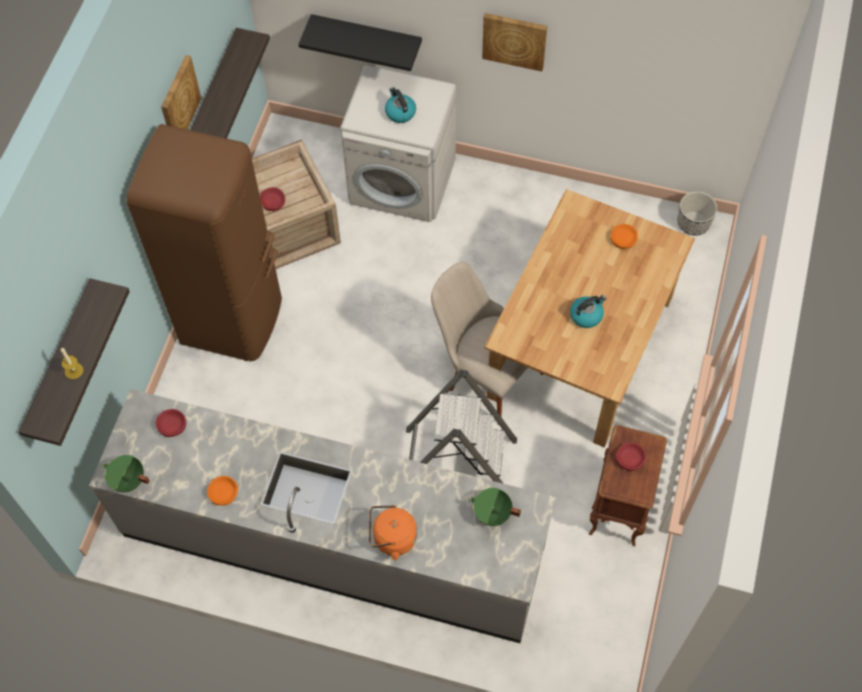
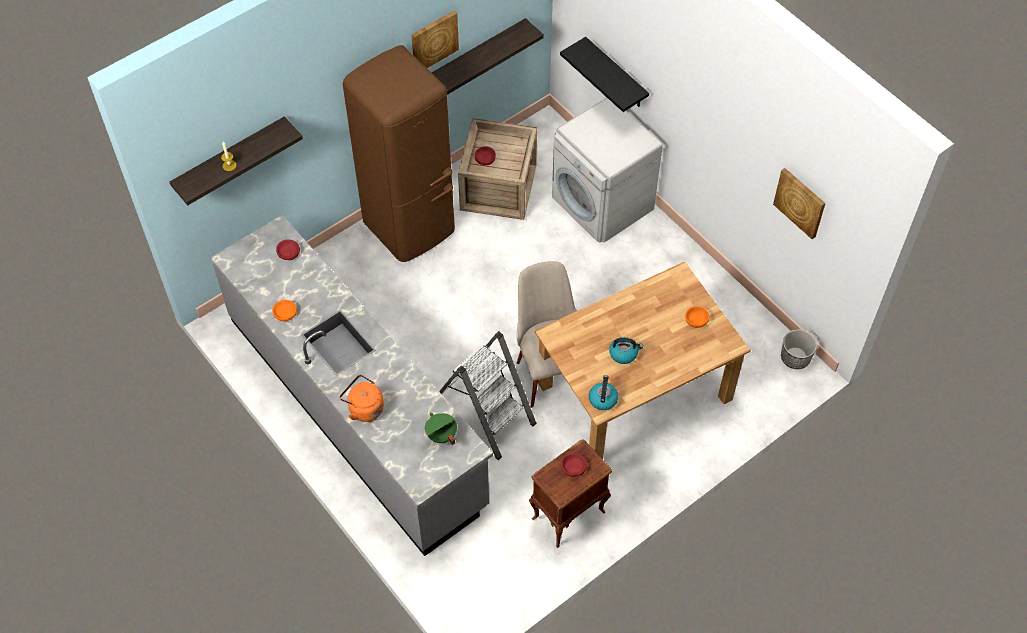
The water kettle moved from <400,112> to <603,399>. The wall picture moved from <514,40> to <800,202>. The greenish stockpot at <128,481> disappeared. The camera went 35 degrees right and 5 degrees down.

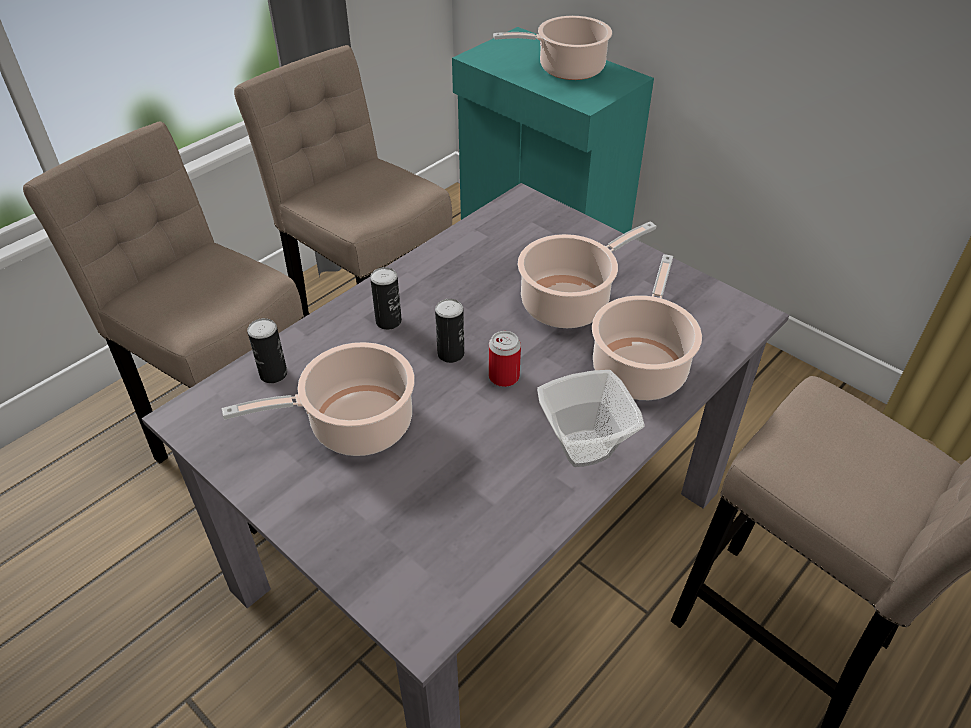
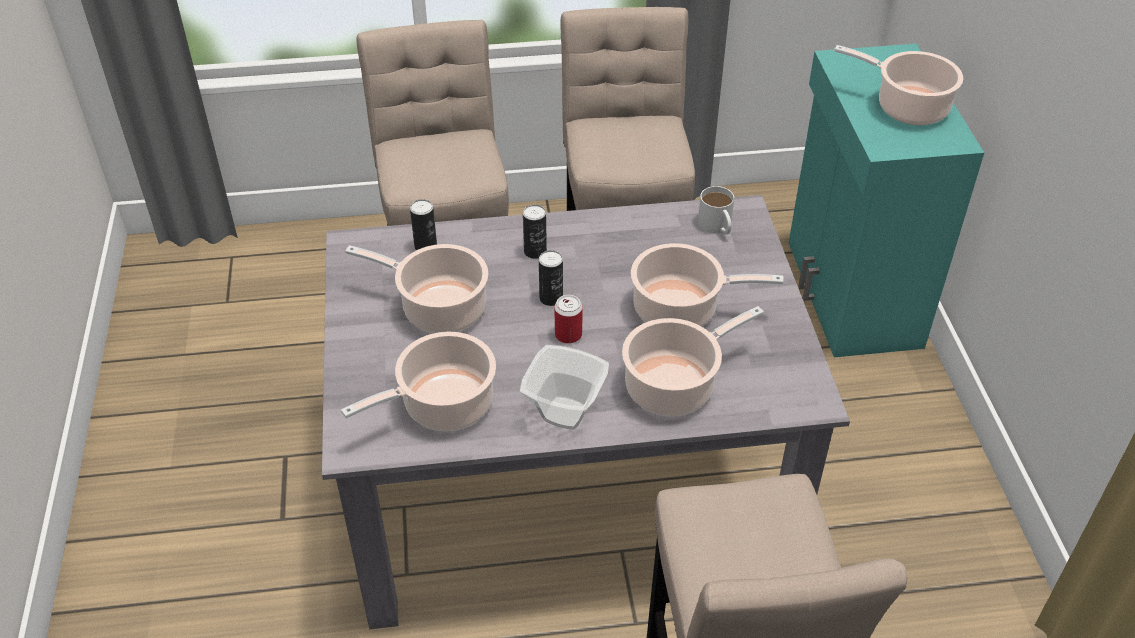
The stockpot at <442,406> appeared. The white coffee mug at <717,227> appeared. The camera went 40 degrees right and 0 degrees up.

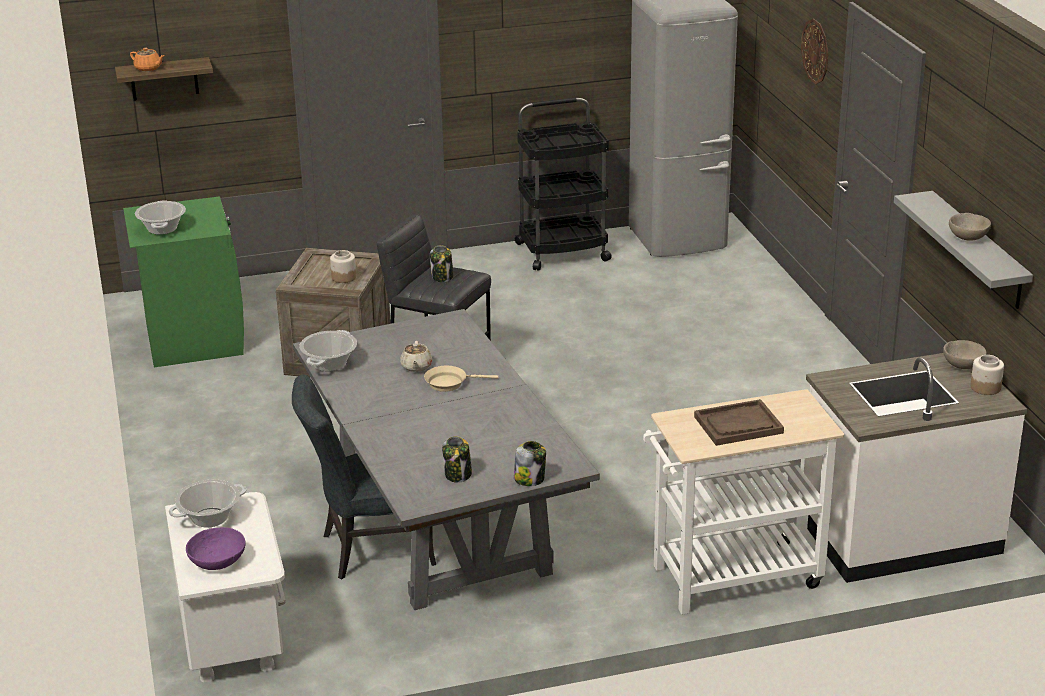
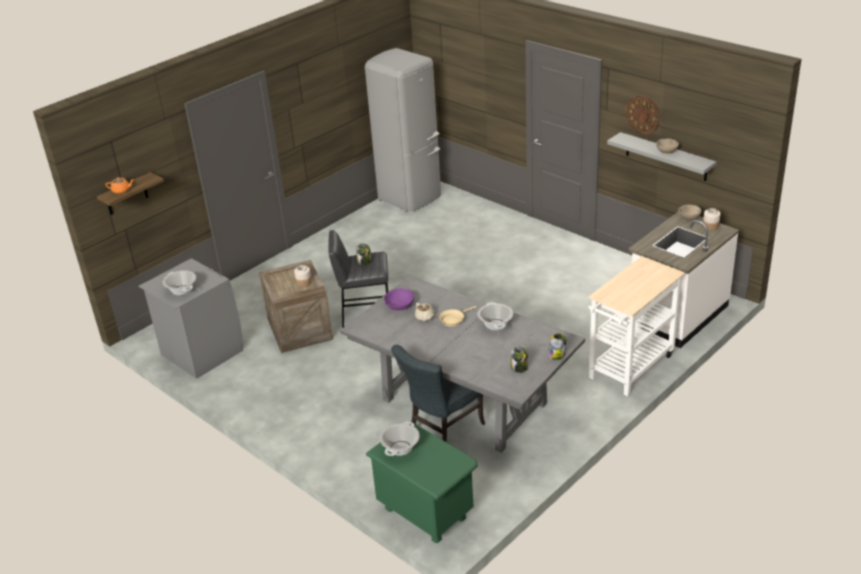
The greenish laundry appliance at <192,338> became the grey laundry appliance at <200,352>. The white bedside table at <236,638> became the greenish bedside table at <427,511>. The purplish deep dish moved from <218,561> to <400,306>. The stockpot moved from <329,364> to <495,325>. The hanging clock moved from <815,51> to <643,114>. The blackish wheeled cart at <562,252> disappeared. The brown tray at <738,425> disappeared. The camera went 30 degrees left and 5 degrees up.

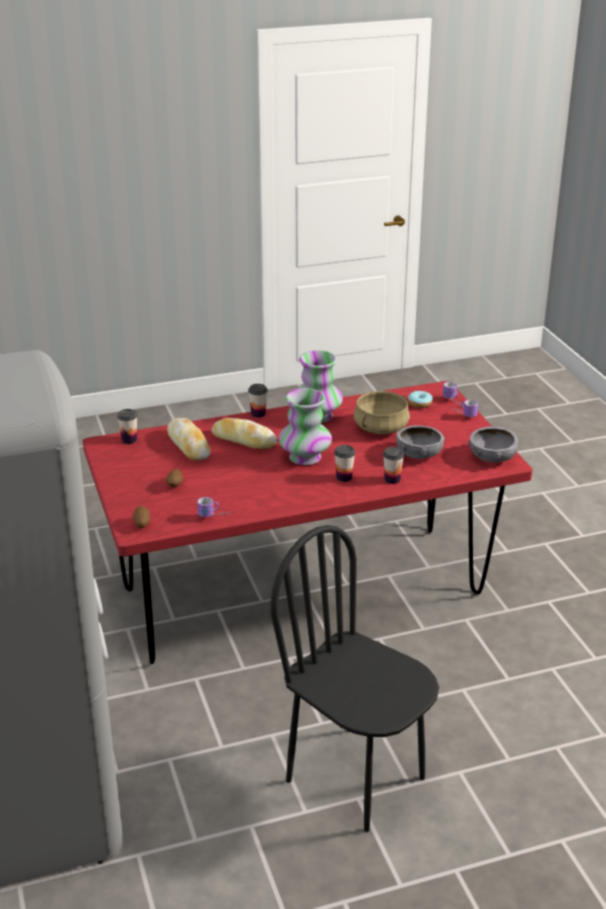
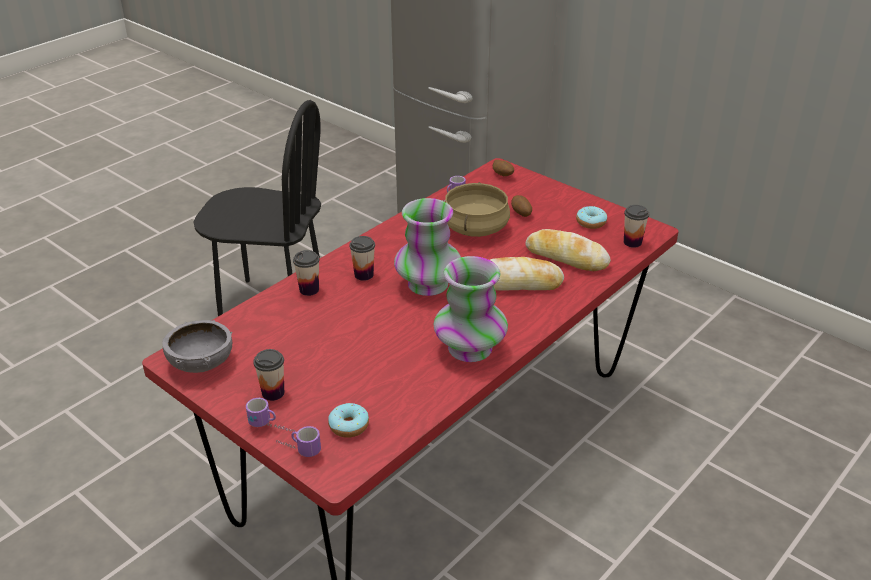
The drinking cup moved from <258,414> to <273,393>. The sand-coloured stockpot moved from <381,428> to <475,228>. The donut at <591,222> appeared. The grey deep dish at <418,454> disappeared. The camera went 150 degrees right and 5 degrees up.

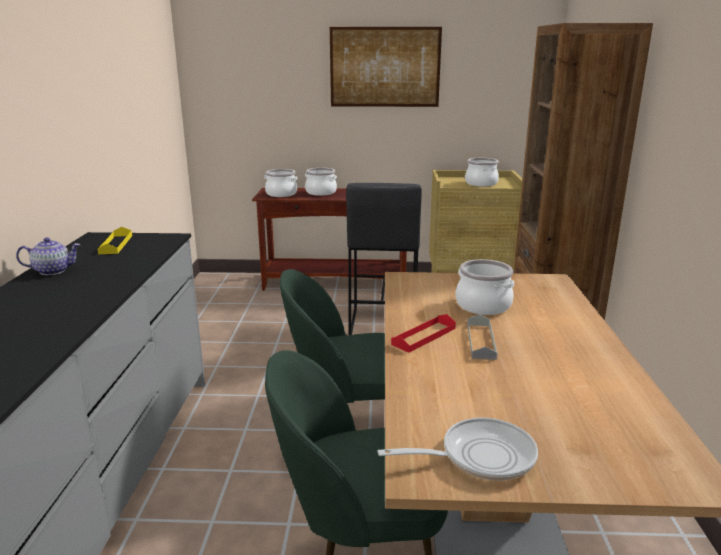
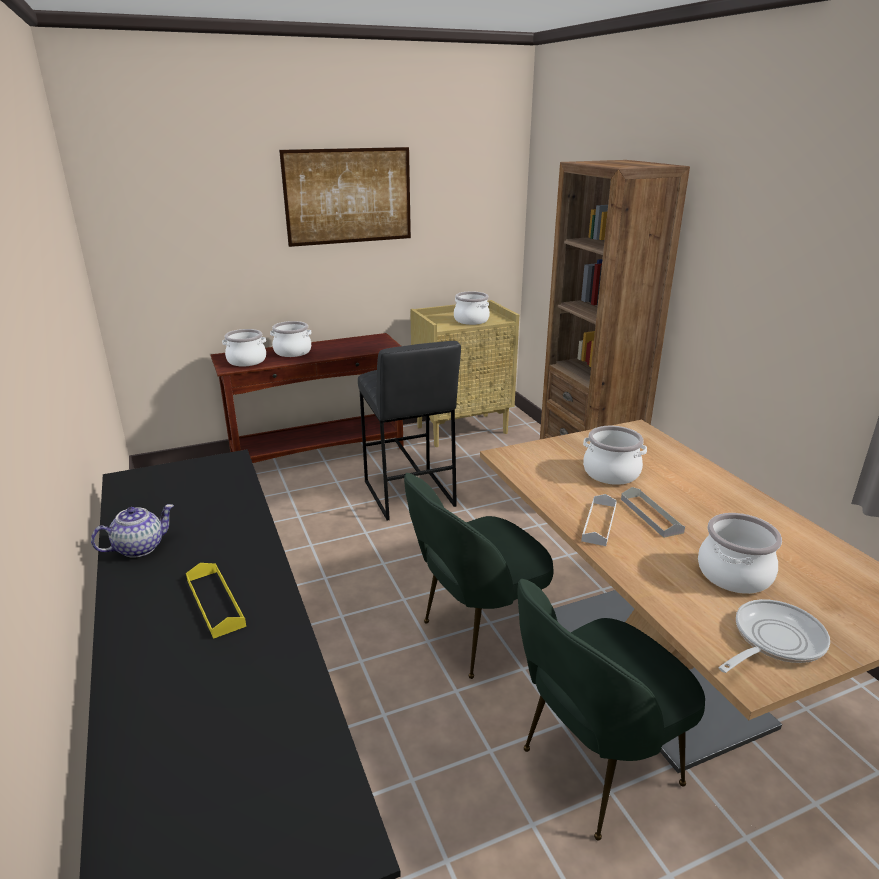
The yellow tray moved from <116,244> to <215,602>. The red tray at <424,336> became the white tray at <599,523>. The stockpot at <735,574> appeared. The camera went 25 degrees left and 5 degrees up.

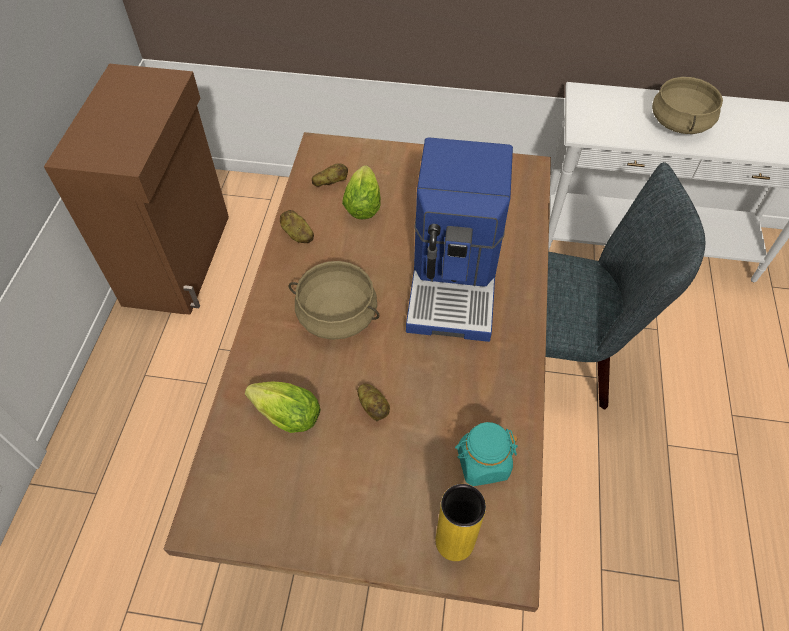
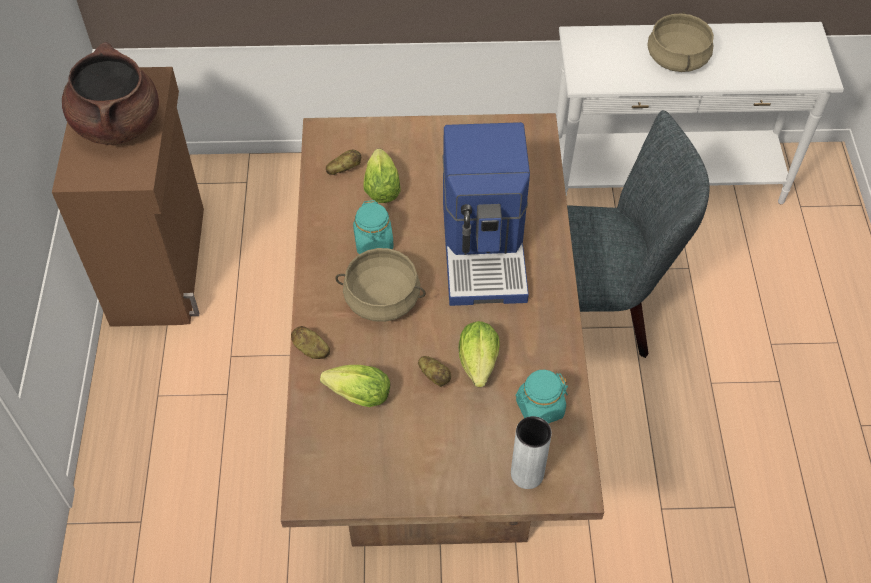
The brown stockpot at <118,124> appeared. The spud moved from <297,235> to <311,350>. The blue-green jar at <373,242> appeared. The head of lettuce at <478,366> appeared. The yellow flower vase at <454,541> became the grey flower vase at <527,474>. The camera went 10 degrees left and 0 degrees up.

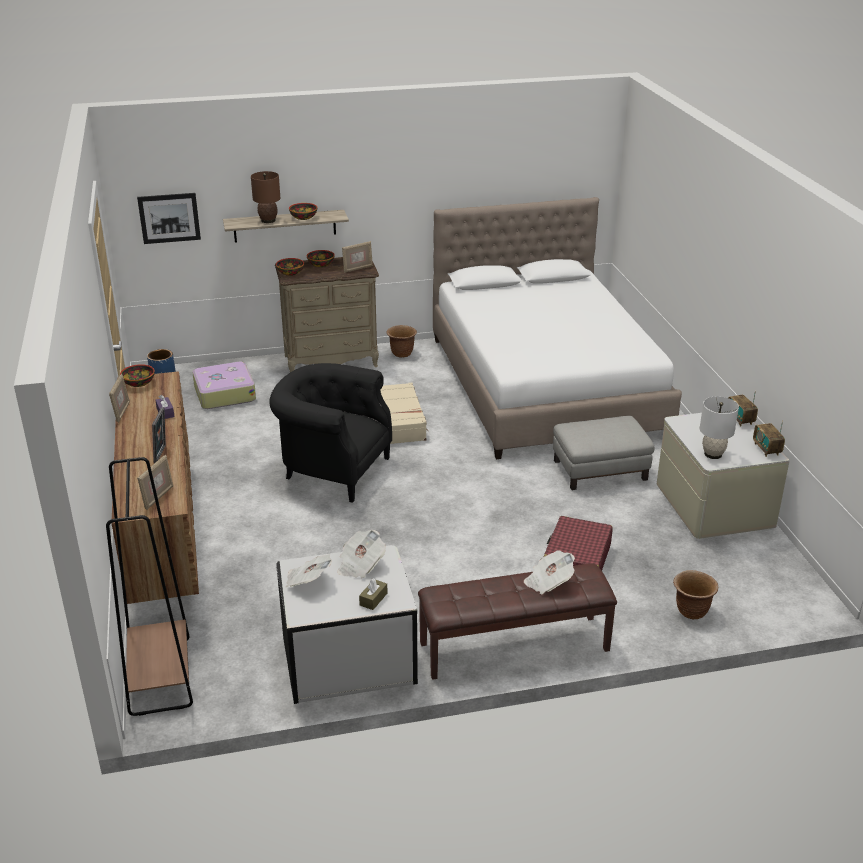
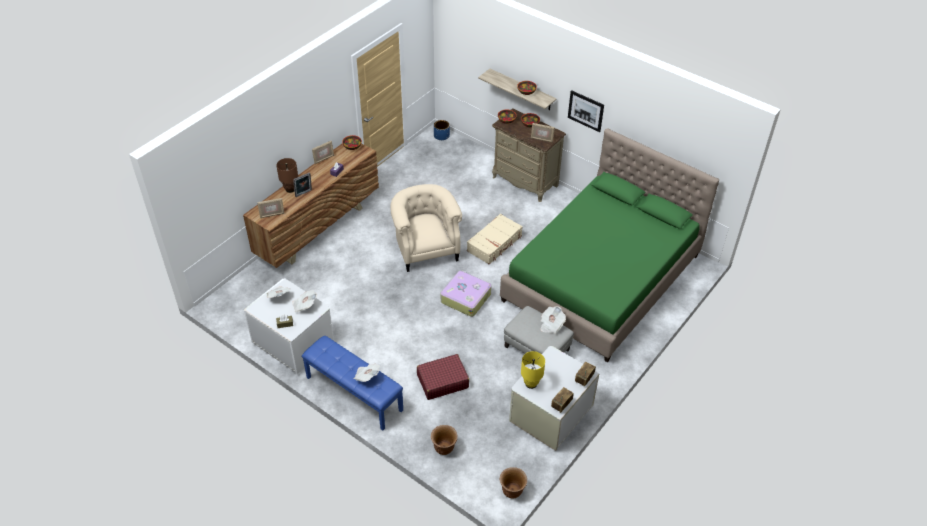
The blackish bedside table at <348,662> became the white bedside table at <293,343>. The brown table lamp moved from <268,220> to <290,189>. The brown indoor bench at <514,647> became the bluish indoor bench at <353,394>. The blackish easy chair at <332,470> became the sand-coloured easy chair at <425,248>. The piece of luggage moved from <224,393> to <465,297>. The white sleeping bed at <545,385> became the greenish sleeping bed at <602,278>. The brown flower pot moved from <401,353> to <512,491>. The white table lamp at <713,454> became the yellow table lamp at <531,384>. The printed paper at <551,325> appeared. The wall picture moved from <169,218> to <585,111>. The garment rack at <160,677> disappeared. The camera went 50 degrees right and 15 degrees up.

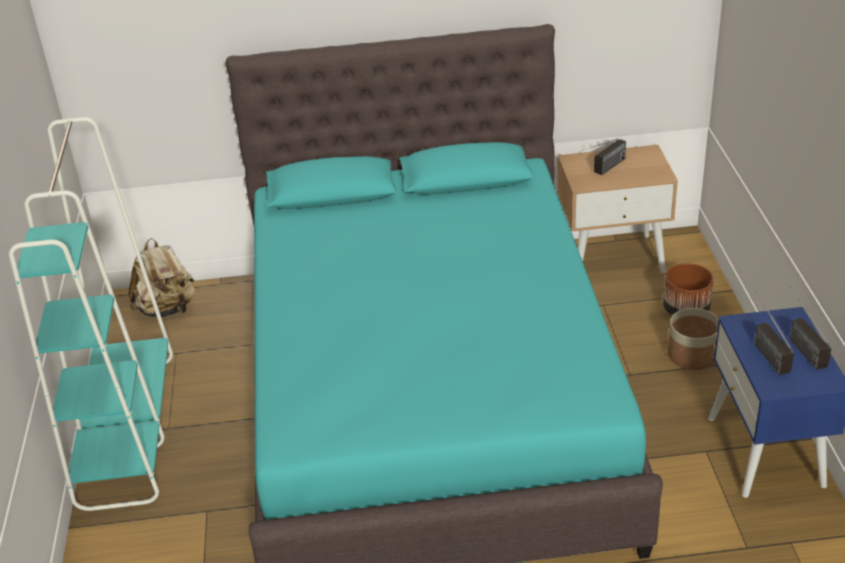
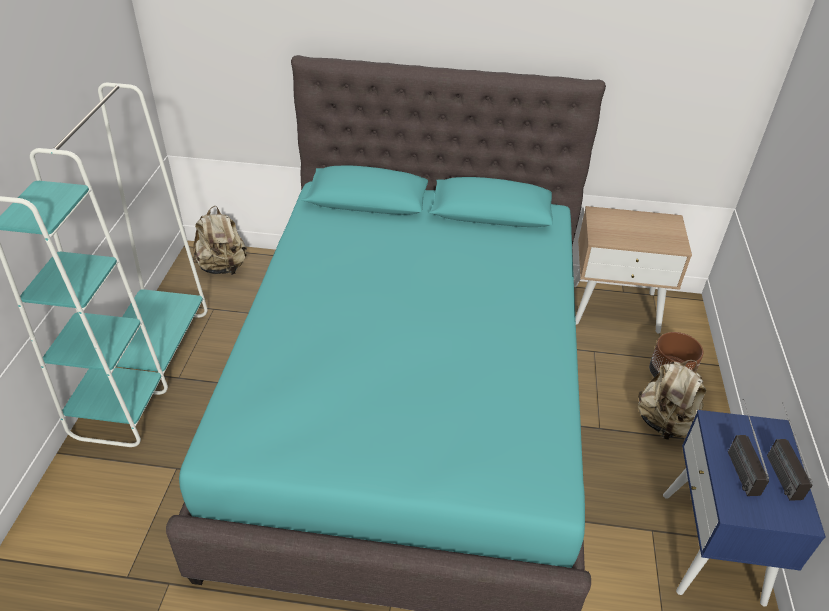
The flower pot at <692,355> was replaced by the sand-coloured backpack at <664,422>. The radio receiver at <604,170> disappeared. The camera went 10 degrees right and 5 degrees up.

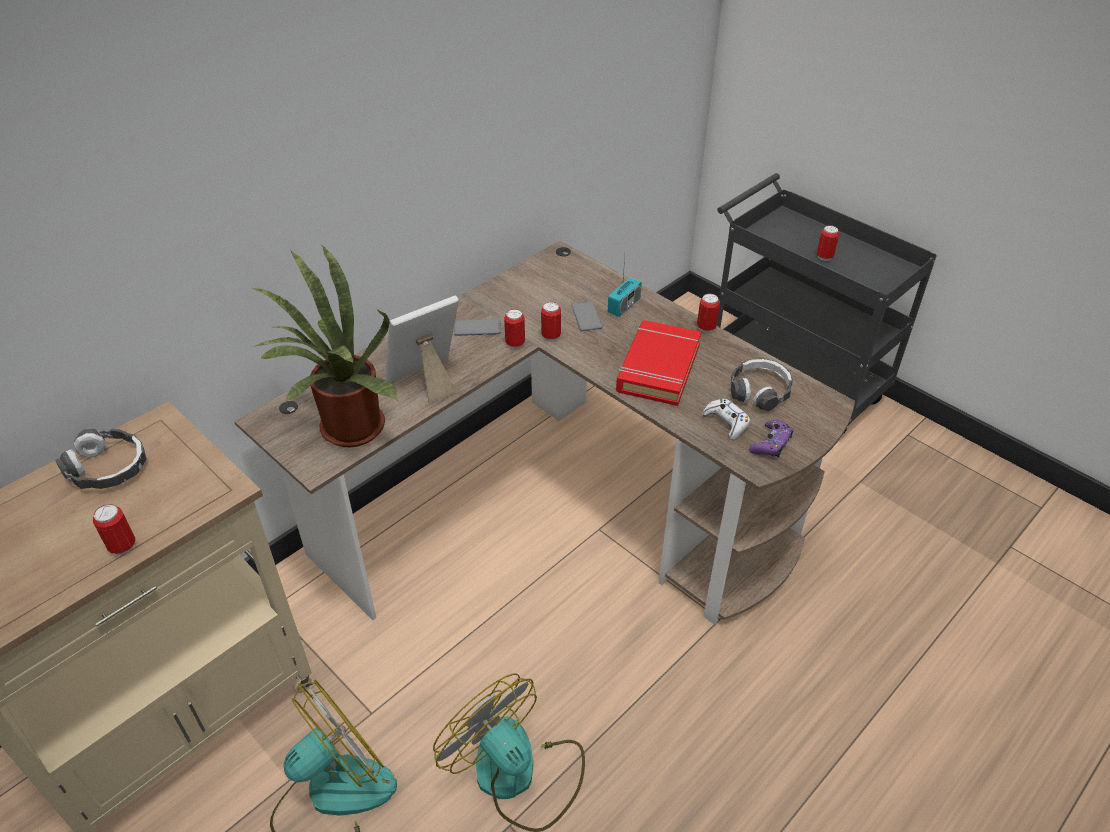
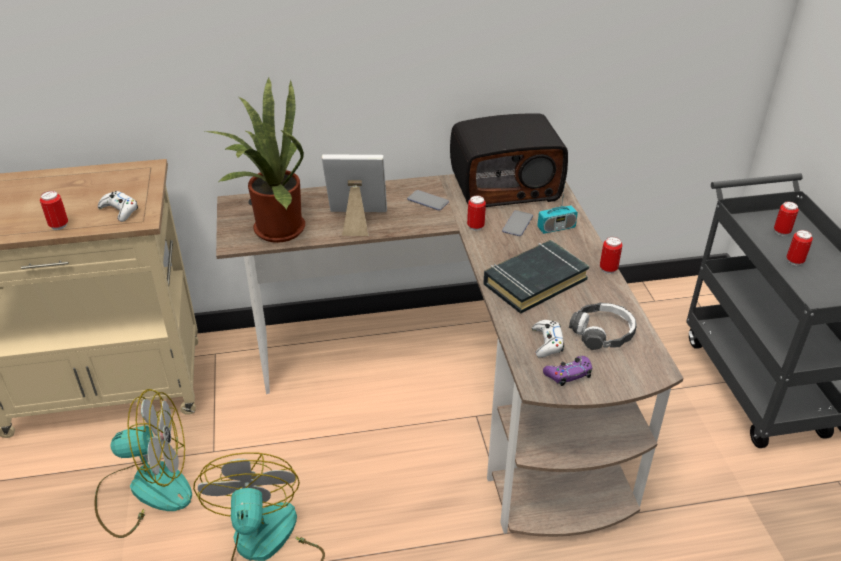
The white gamepad at <119,210> appeared. The radio receiver at <505,186> appeared. The red volume at <658,368> became the blackish volume at <534,281>. The metal can moved from <515,343> to <781,232>. The pair of headphones at <107,468> disappeared. The camera went 35 degrees right and 5 degrees down.

